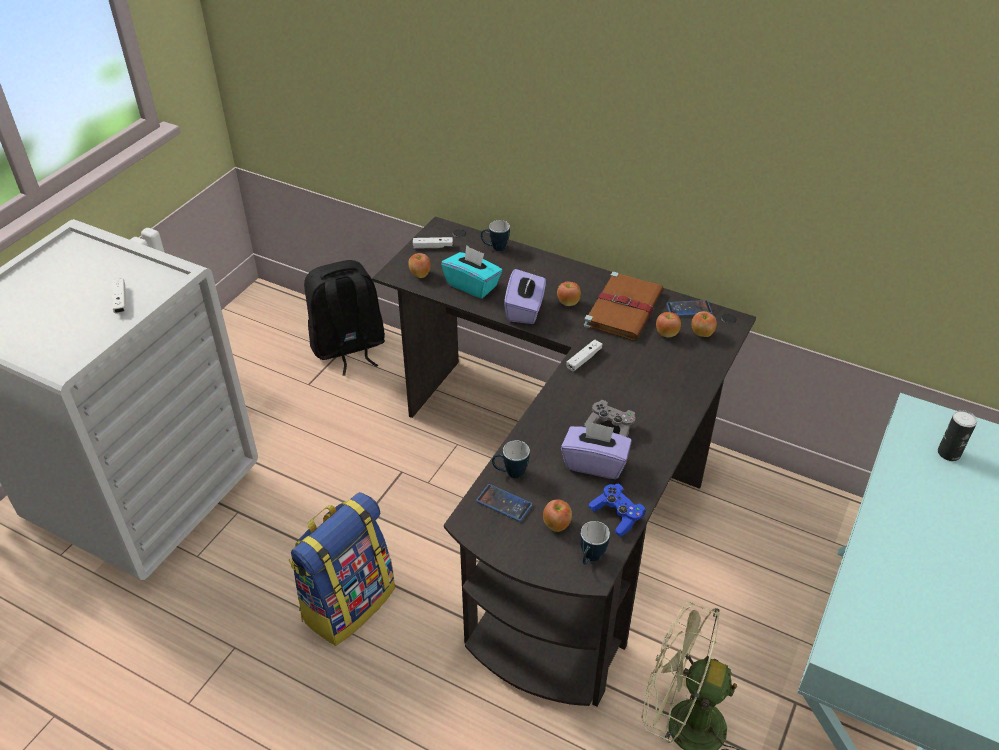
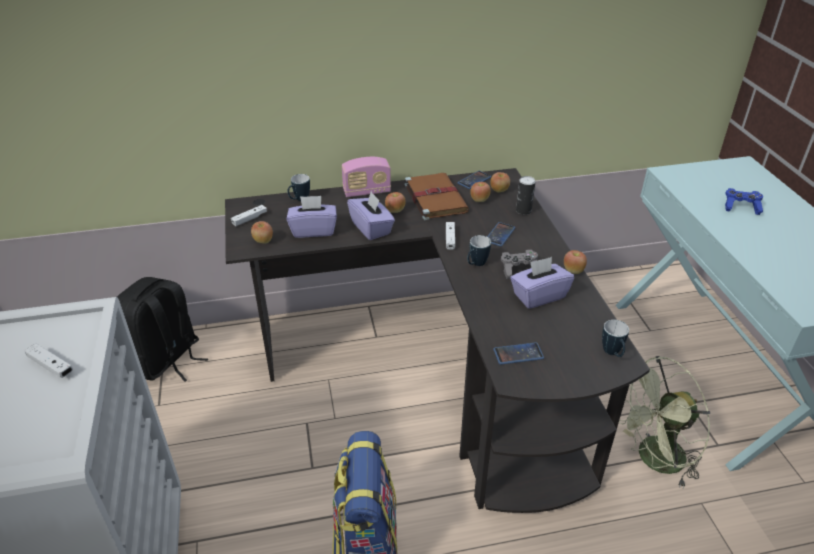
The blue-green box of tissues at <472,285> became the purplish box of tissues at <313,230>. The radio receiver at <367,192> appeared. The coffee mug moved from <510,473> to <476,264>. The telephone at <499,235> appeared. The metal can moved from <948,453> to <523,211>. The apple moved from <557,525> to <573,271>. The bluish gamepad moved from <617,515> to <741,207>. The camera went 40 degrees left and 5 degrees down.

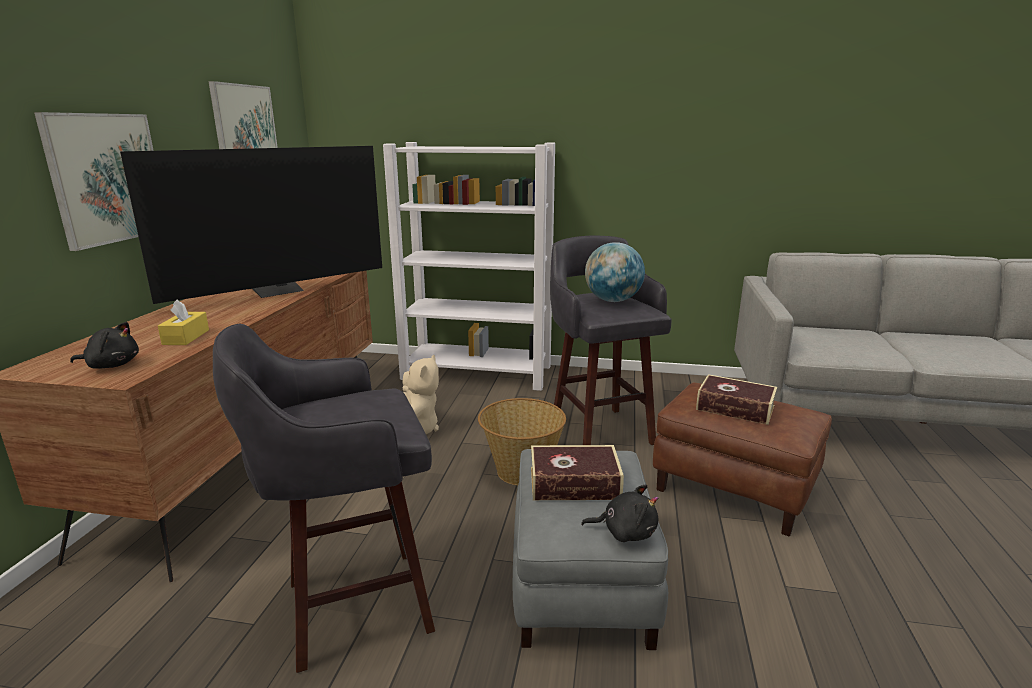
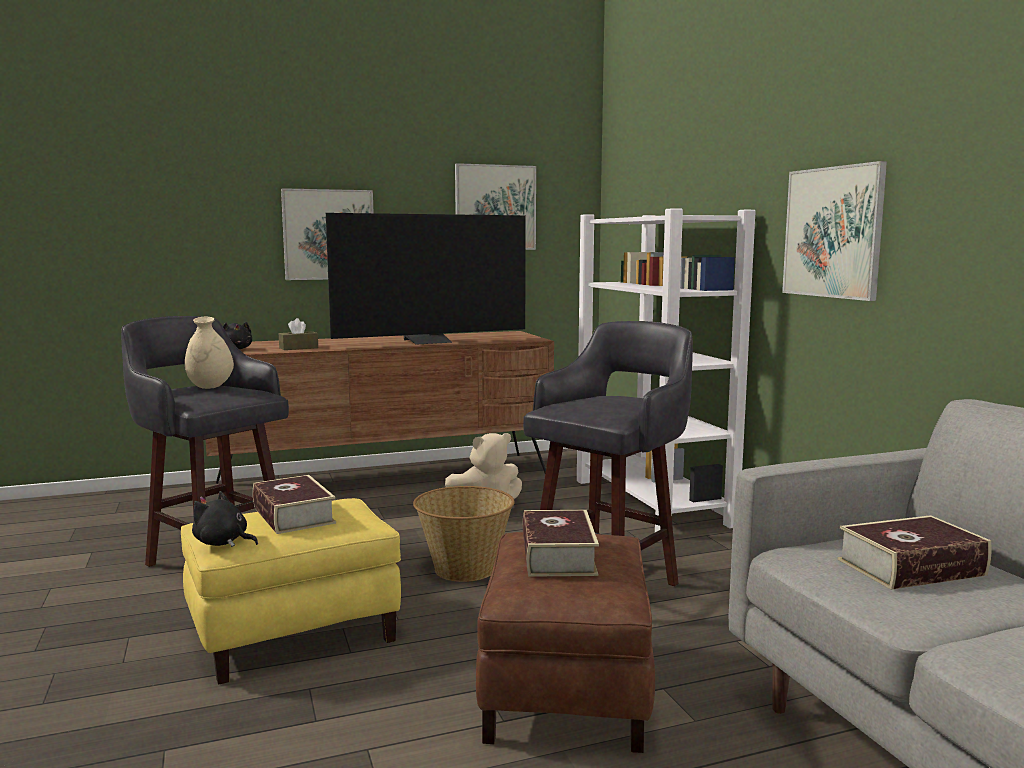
The grey ottoman at <580,584> became the yellow ottoman at <295,633>. The sand-coloured flower vase at <210,387> appeared. The blackish plush toy at <625,532> turned 135 degrees clockwise. The yellow box of tissues at <186,337> became the brown box of tissues at <298,348>. The television at <278,291> turned 45 degrees counterclockwise. The wall picture at <833,232> appeared. The volume at <911,567> appeared. The globe at <612,301> disappeared. The camera went 60 degrees right and 10 degrees down.

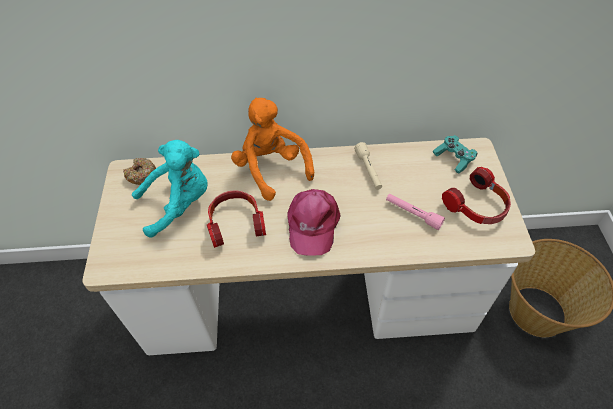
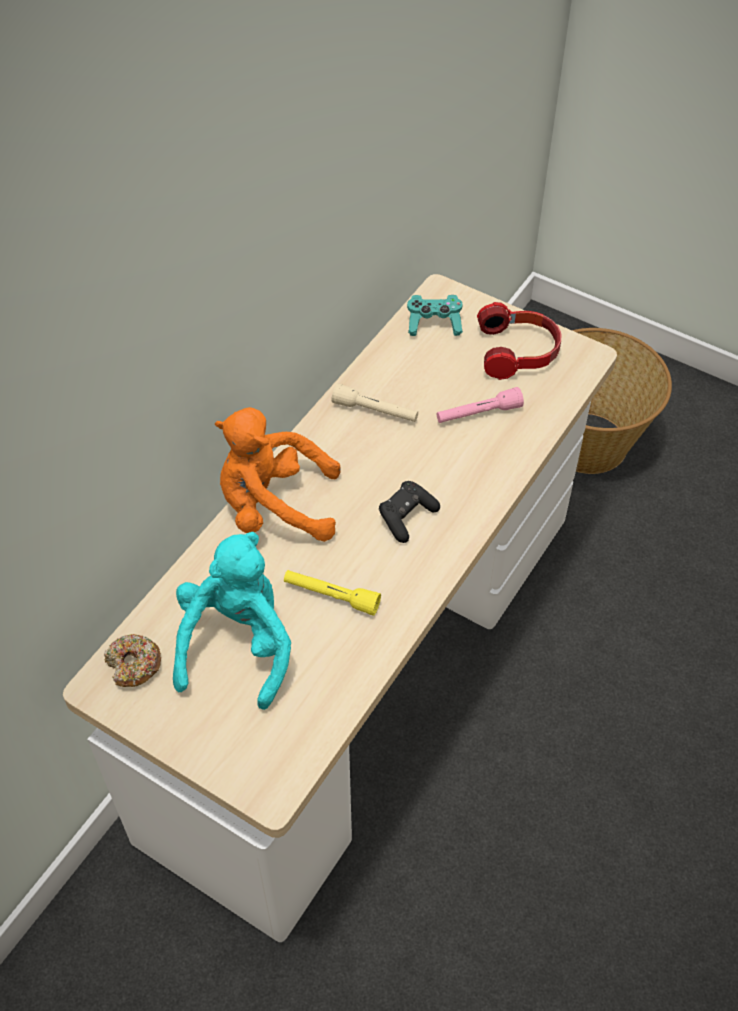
The pair of headphones at <235,223> was replaced by the yellow hand torch at <331,596>. The pinkish peaked cap at <312,224> was replaced by the blackish gamepad at <406,517>. The camera went 55 degrees left and 0 degrees up.

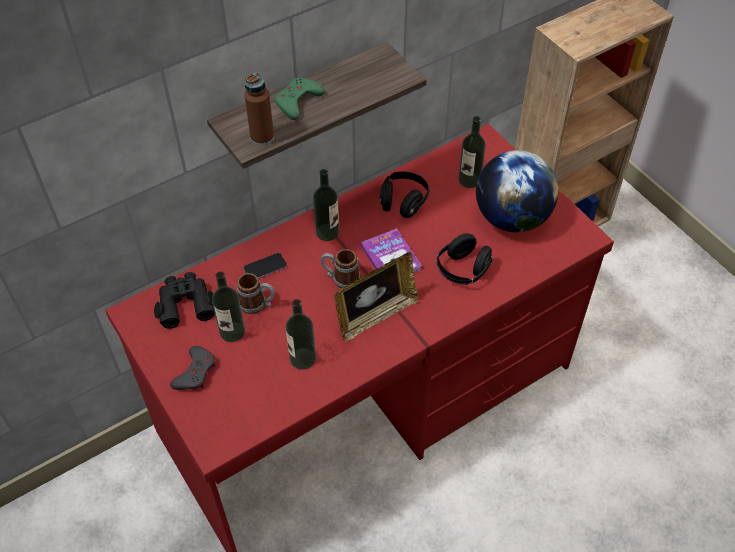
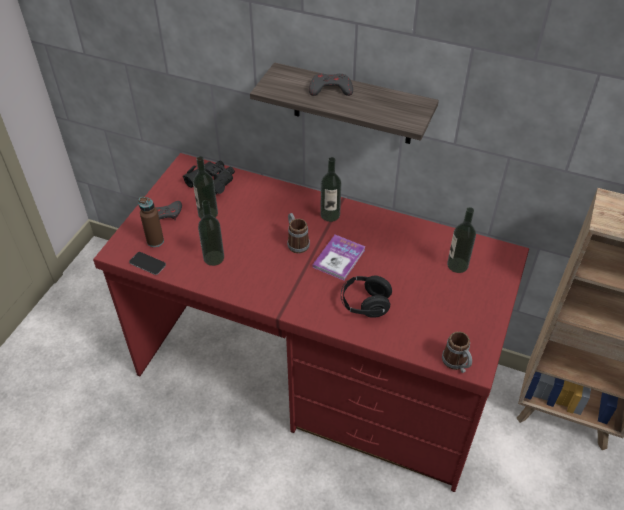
The telephone moved from <265,267> to <147,264>. The brown beverage bottle moved from <262,137> to <155,241>. The greenish gamepad at <298,101> became the grey gamepad at <330,89>. The coffee mug moved from <257,304> to <457,364>. The picture frame at <376,316> disappeared. The blackish pair of headphones at <403,202> disappeared. The globe at <511,218> disappeared. The camera went 55 degrees right and 5 degrees down.

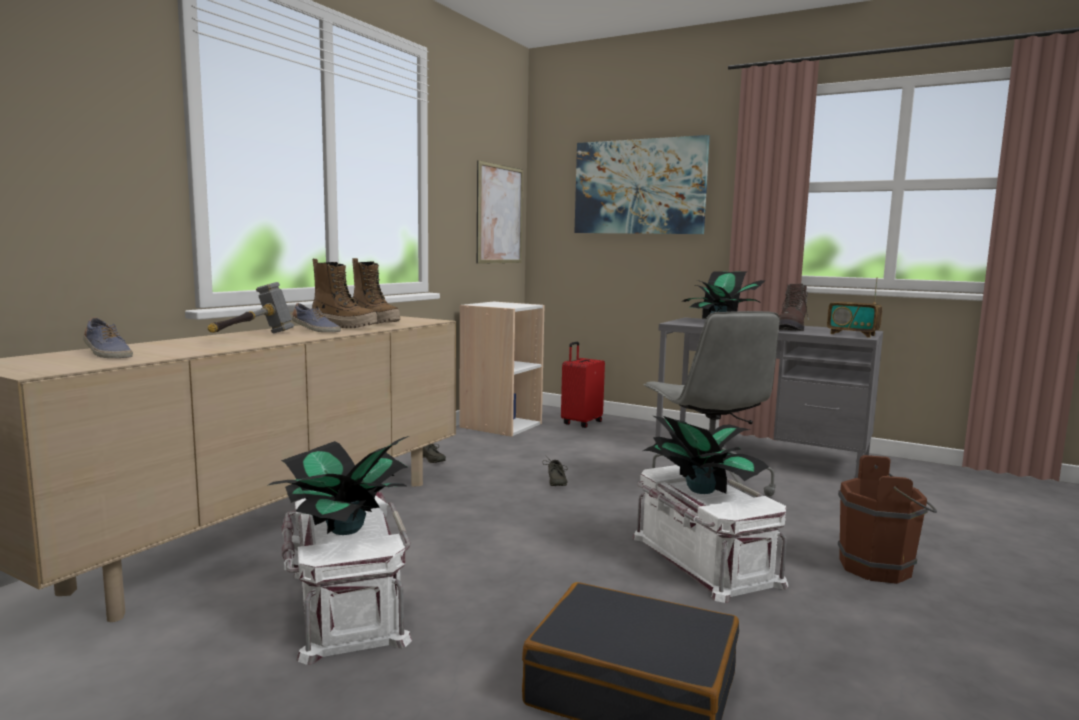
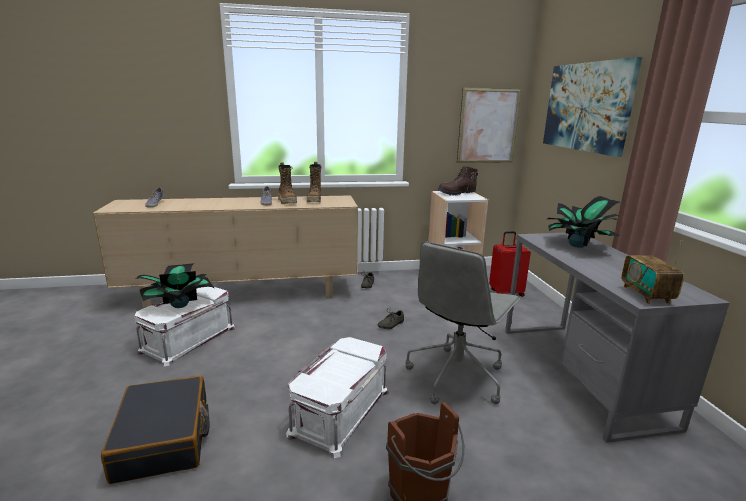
The brown boot moved from <791,329> to <457,193>. The hand hammer at <252,337> disappeared. The houseplant at <700,489> disappeared. The camera went 50 degrees right and 10 degrees up.

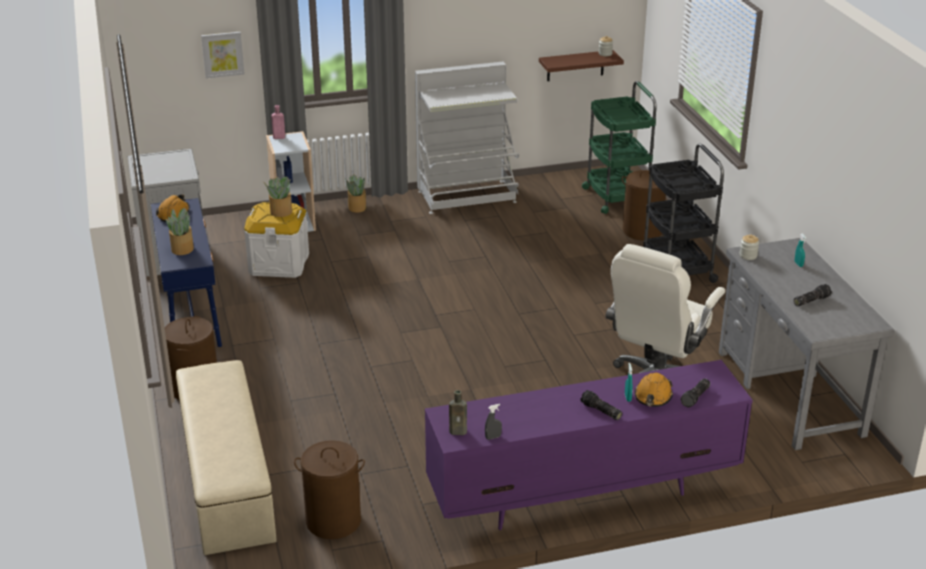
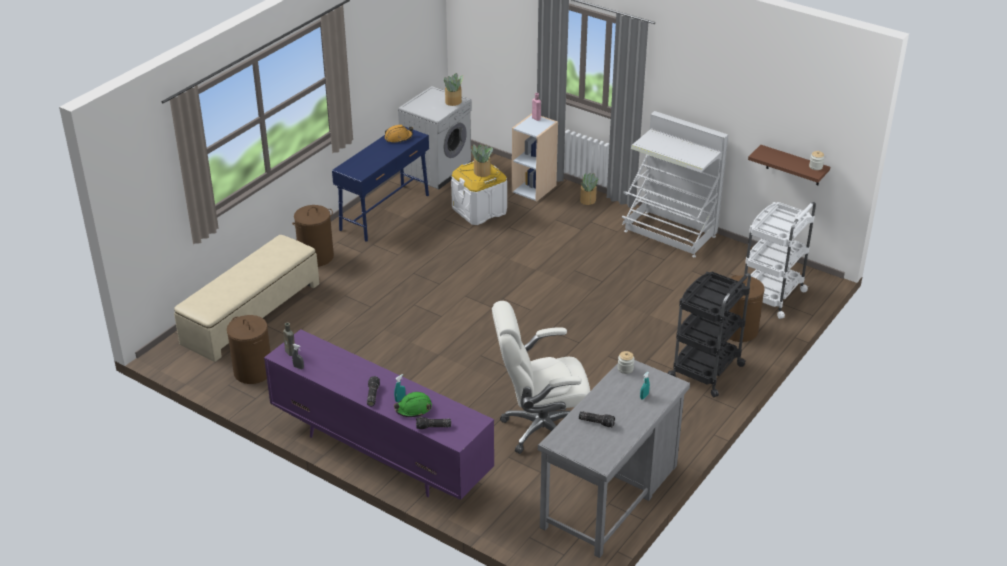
The orange-coloured hard hat at <653,396> became the greenish hard hat at <413,409>. The houseplant moved from <183,249> to <453,101>. The greenish wheeled cart at <616,197> became the white wheeled cart at <770,296>. The wall picture at <222,54> disappeared. The camera went 50 degrees right and 5 degrees up.

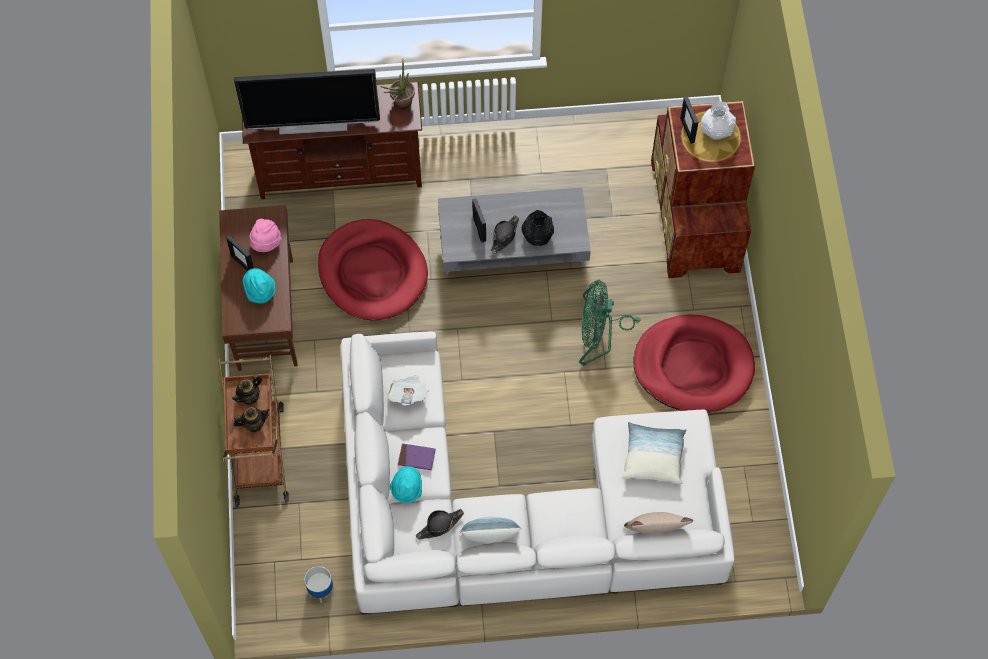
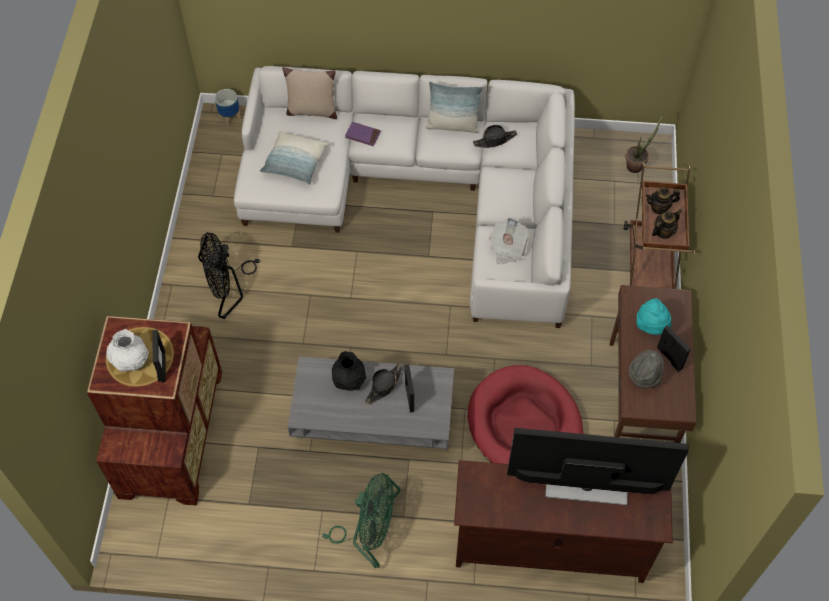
The red dog bed at <693,366> was replaced by the blackish cooling fan at <227,284>. The flower pot moved from <320,590> to <230,117>. The greenish cooling fan moved from <600,331> to <369,529>. The purplish volume moved from <416,457> to <362,135>. The houseplant moved from <400,105> to <637,164>. The pinkish wearable hat at <266,243> became the grey wearable hat at <644,376>. The blue-green wearable hat at <407,490> disappeared. The camera went 170 degrees left and 5 degrees down.

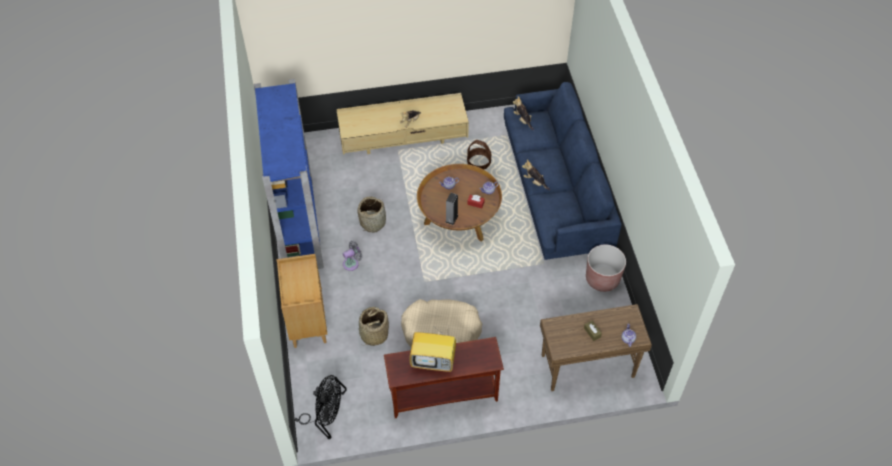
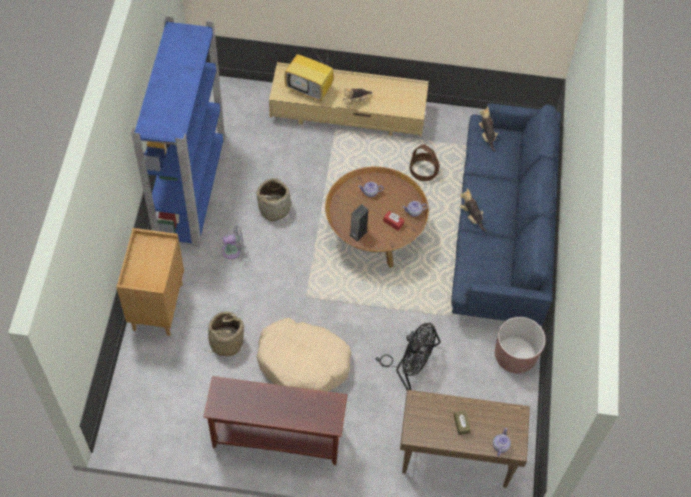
The television moved from <434,360> to <310,89>. The blackish cooling fan moved from <325,415> to <410,363>. The camera went 15 degrees right and 5 degrees up.

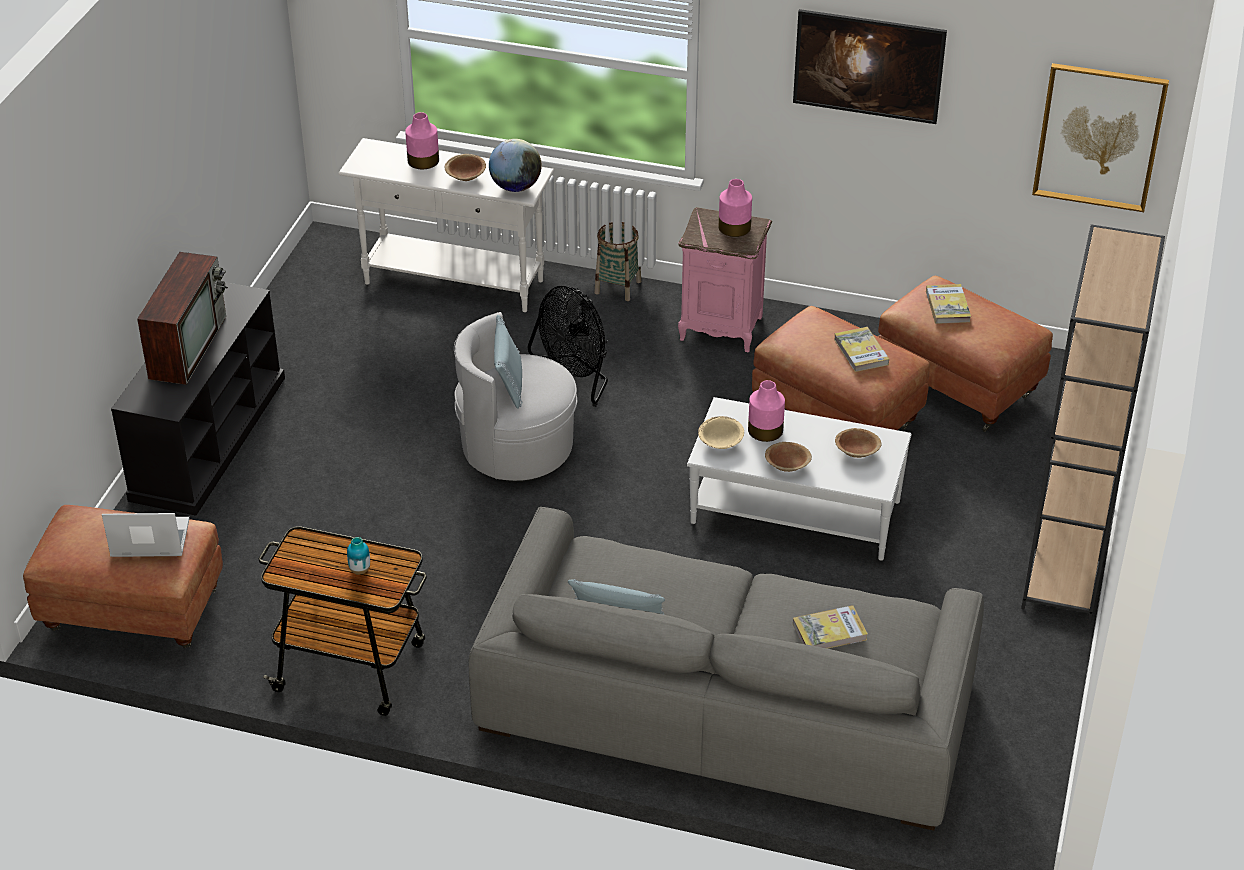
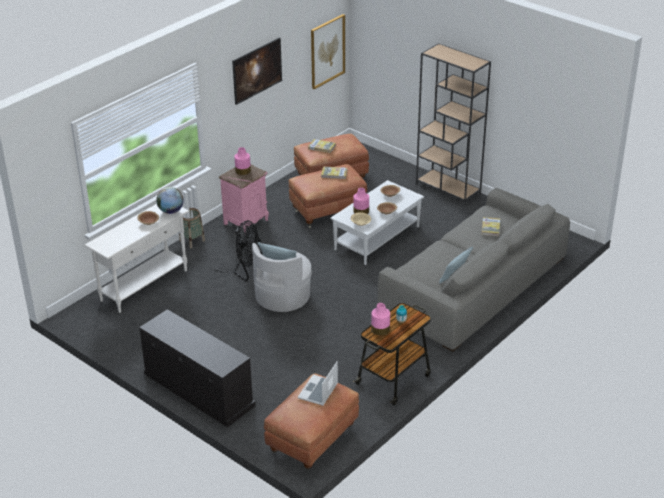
The blackish cooling fan at <577,372> turned 60 degrees counterclockwise. The pinkish flower vase moved from <423,160> to <380,329>. The television at <188,345> disappeared. The camera went 65 degrees left and 5 degrees down.

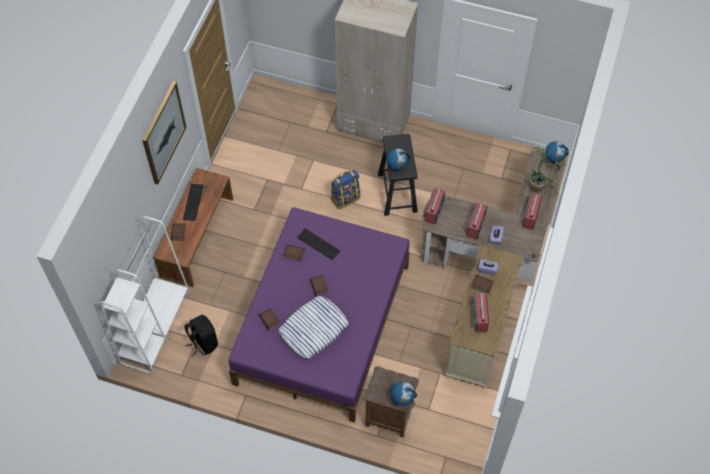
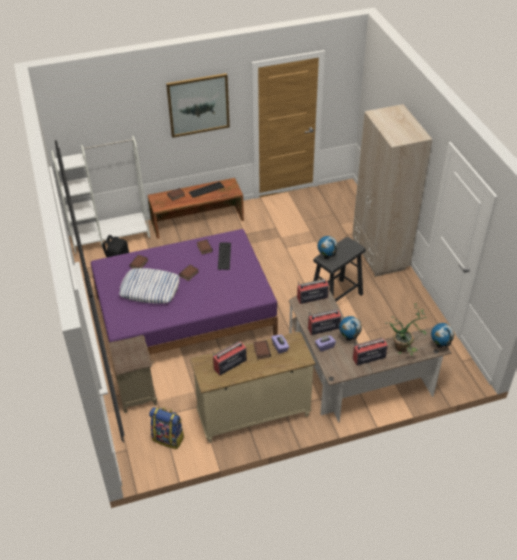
The backpack moved from <345,198> to <169,438>. The globe moved from <402,400> to <349,338>. The camera went 55 degrees right and 15 degrees down.

